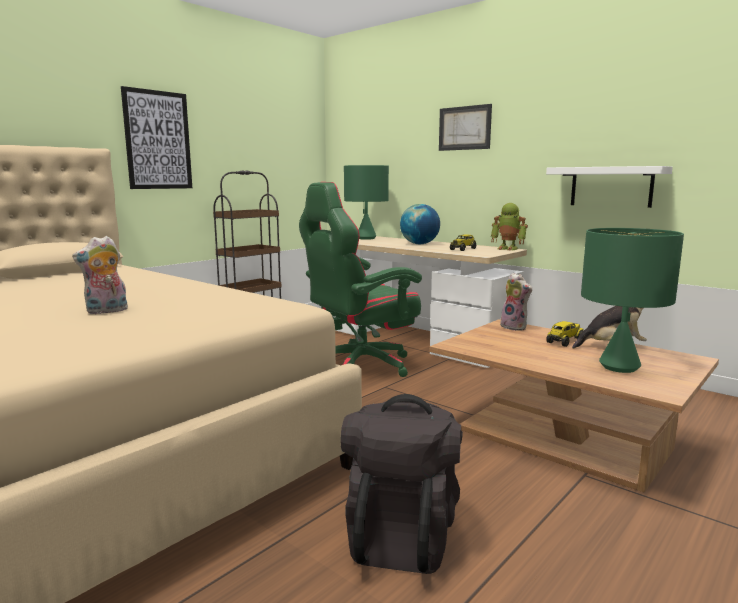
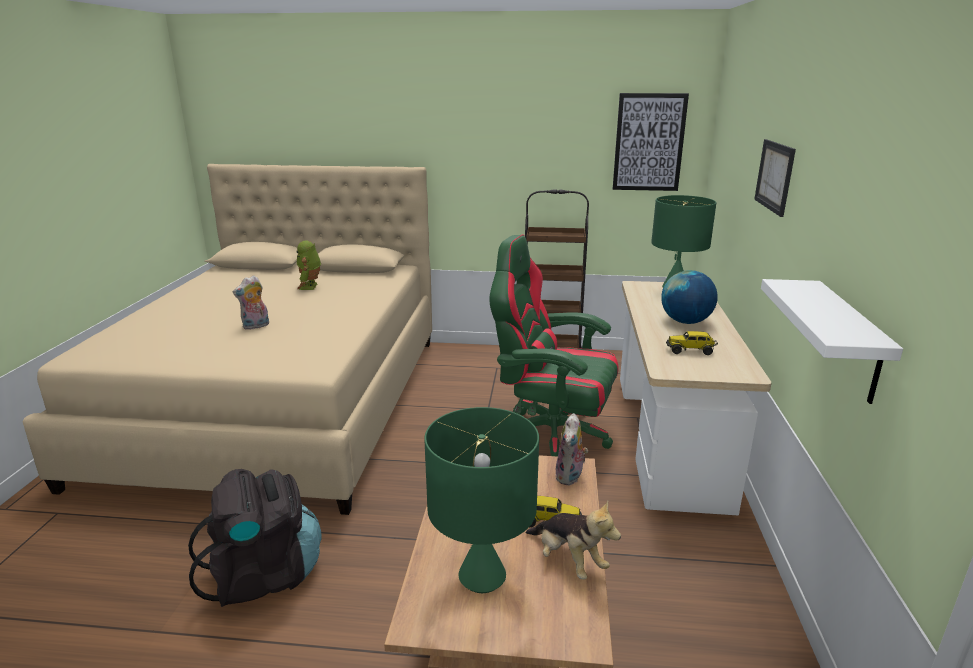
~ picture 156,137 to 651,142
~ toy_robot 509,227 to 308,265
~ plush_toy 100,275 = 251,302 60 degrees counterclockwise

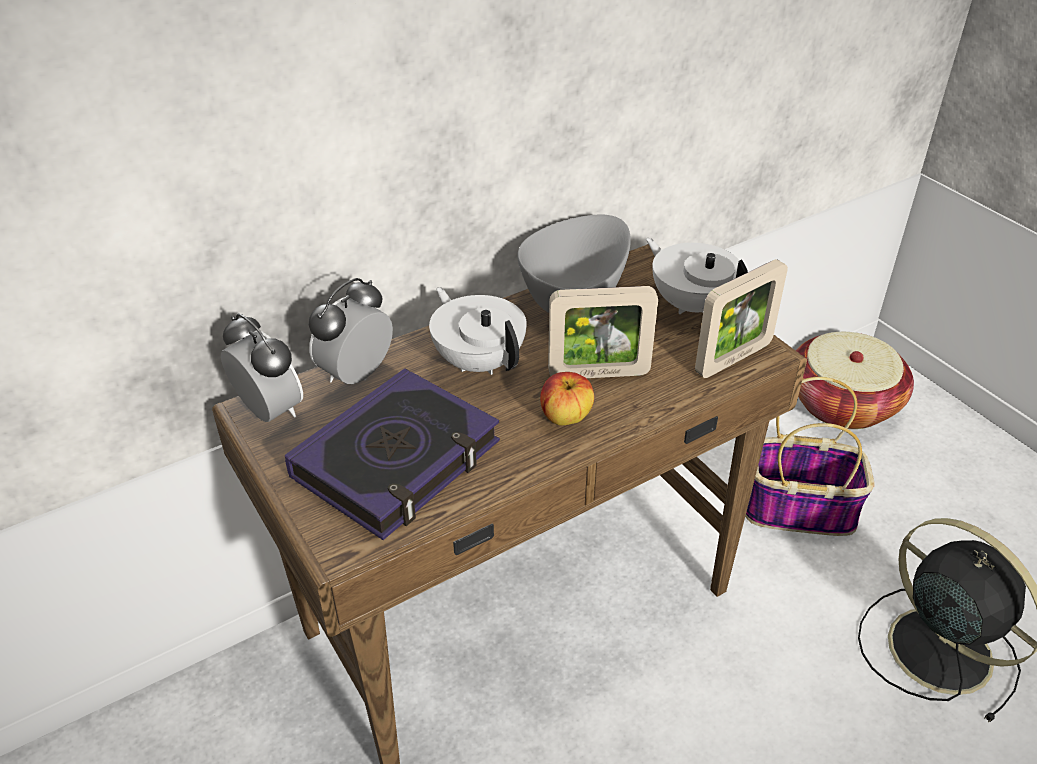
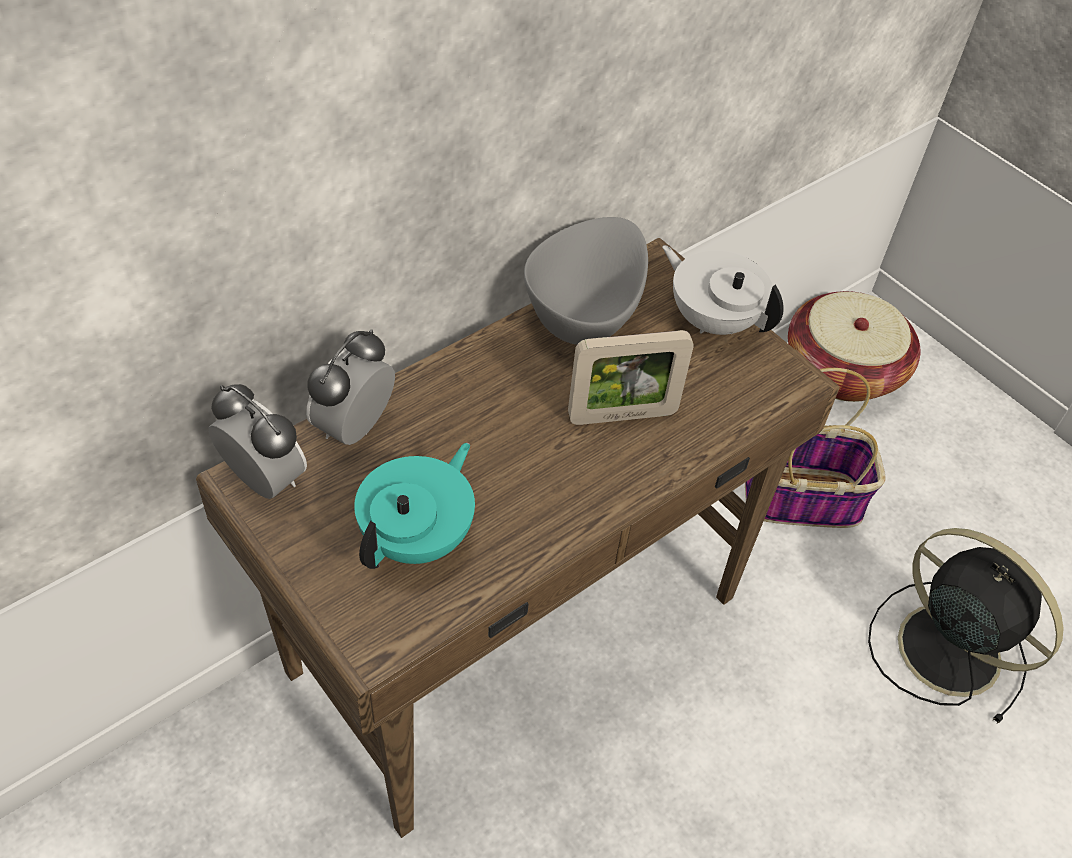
- white_teapot 478,331
- apple 567,398
- picture_frame 741,318
~ book 392,454 to turquoise_teapot 414,506

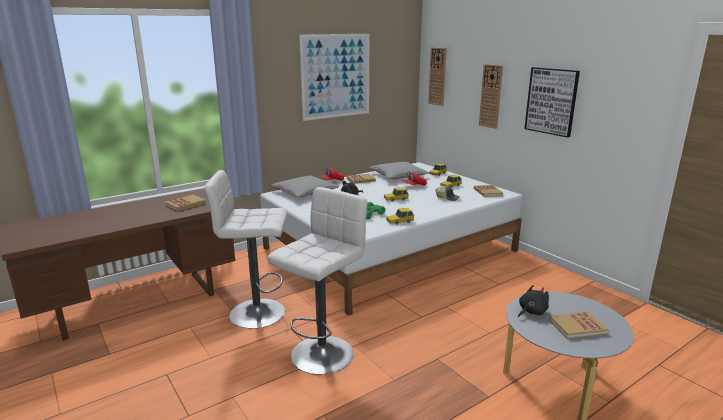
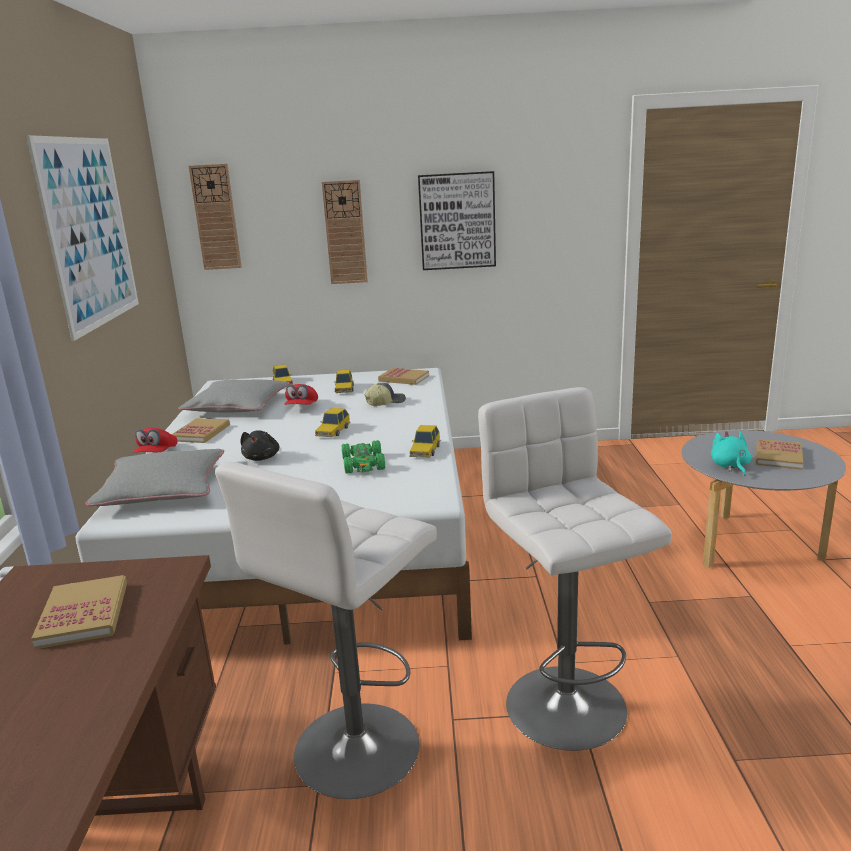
~ black_plush_toy 533,301 to turquoise_plush_toy 731,453

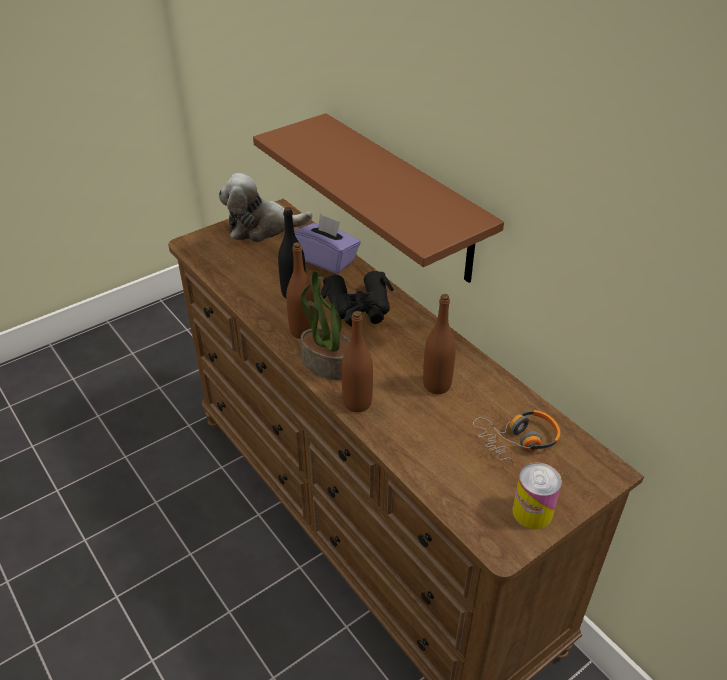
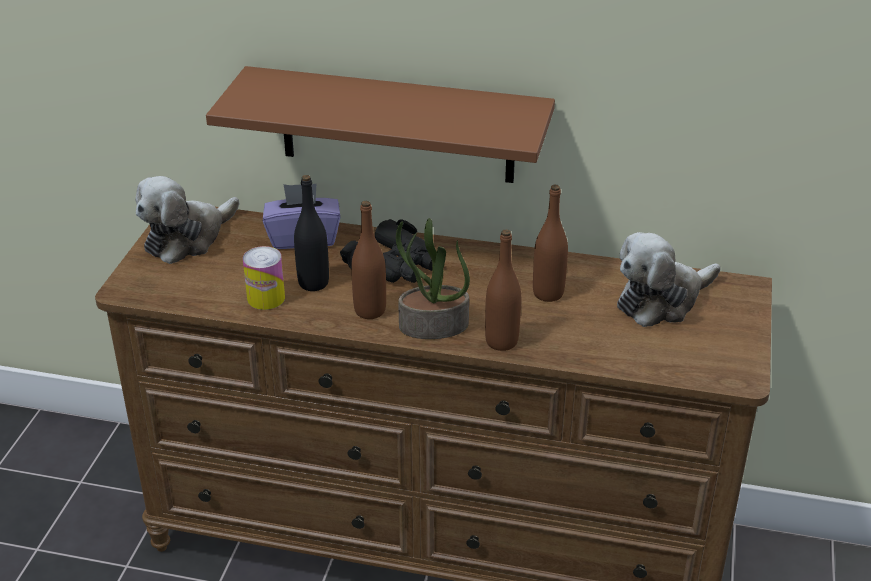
~ can 537,496 to 264,278
~ headphones 516,438 to plush_toy 668,279

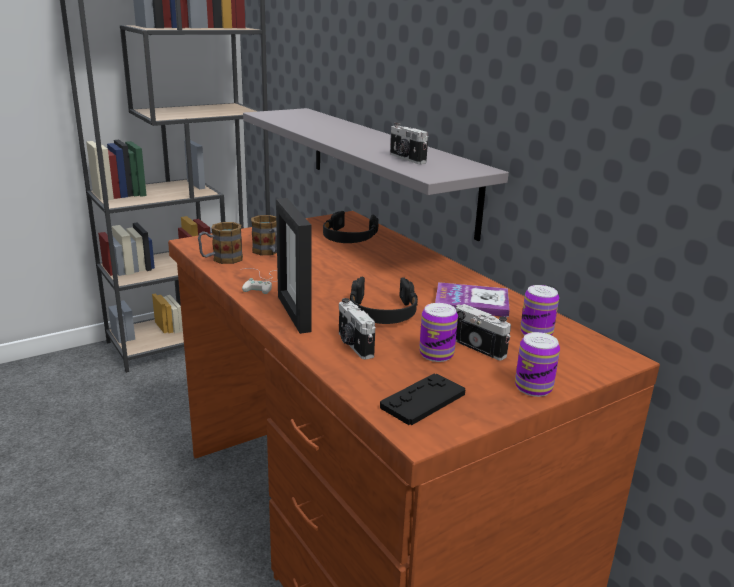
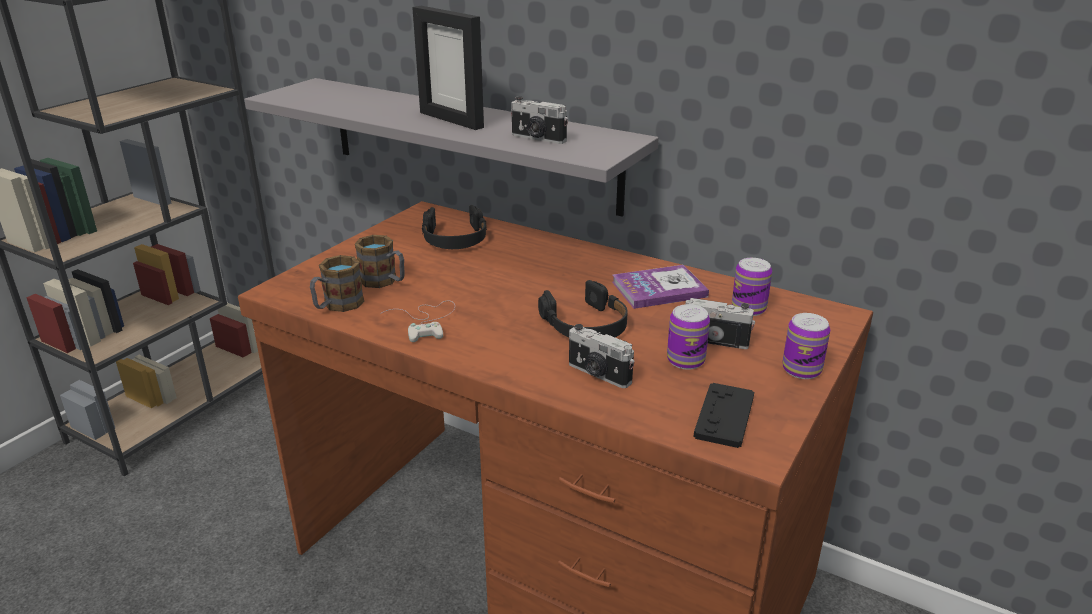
~ picture_frame 294,266 to 448,68

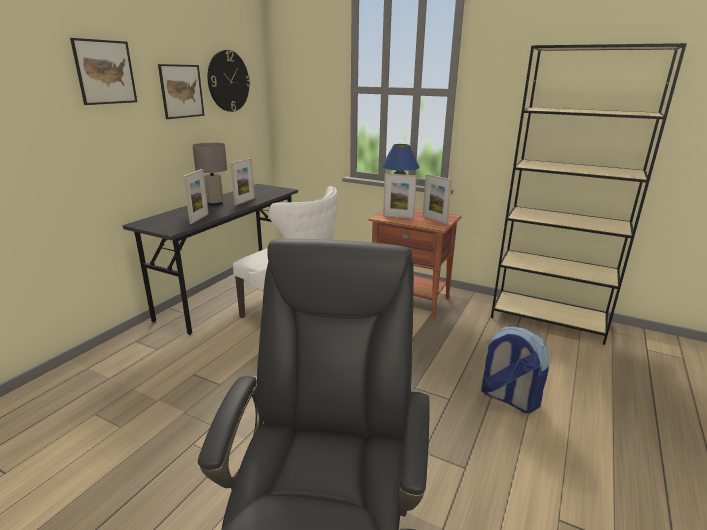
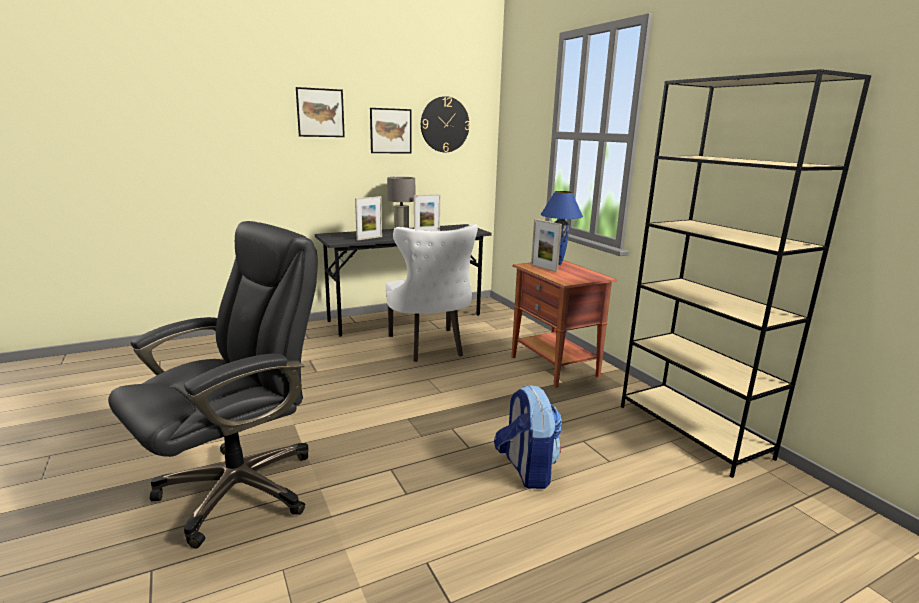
- picture_frame 437,199

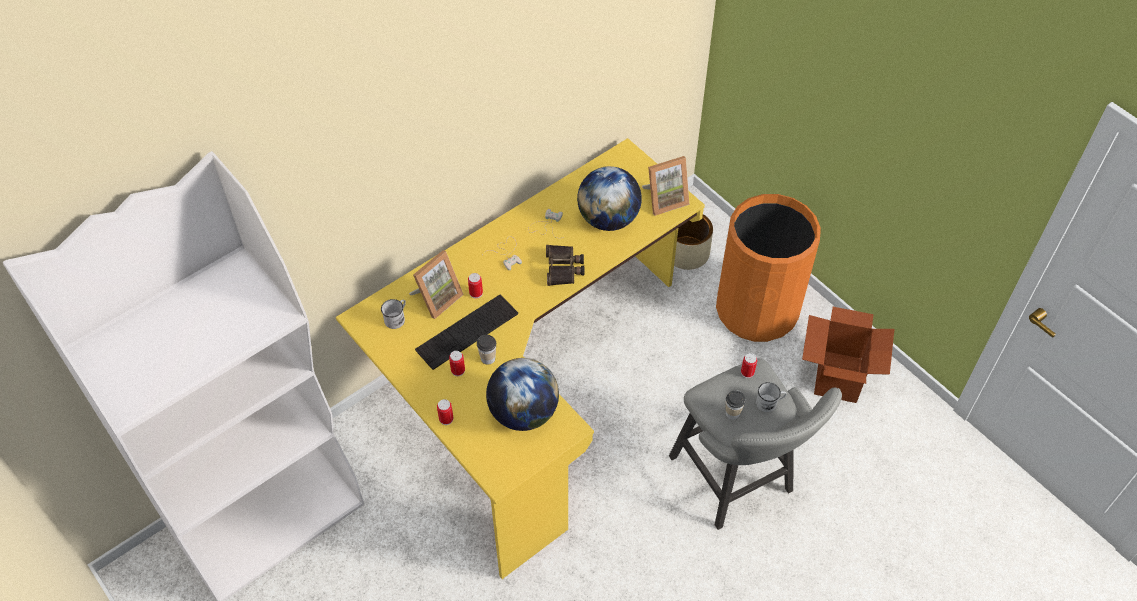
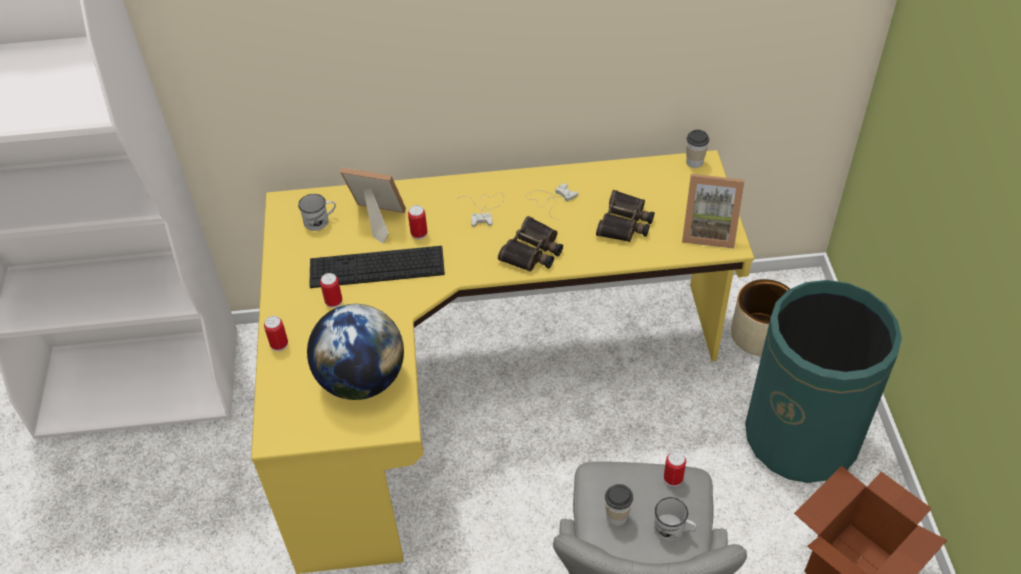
~ cup 486,350 to 697,149
~ globe 609,198 to binoculars 625,216
~ orange_trash_can 768,268 to green_trash_can 823,381
~ picture_frame 436,284 = 373,205 150 degrees counterclockwise

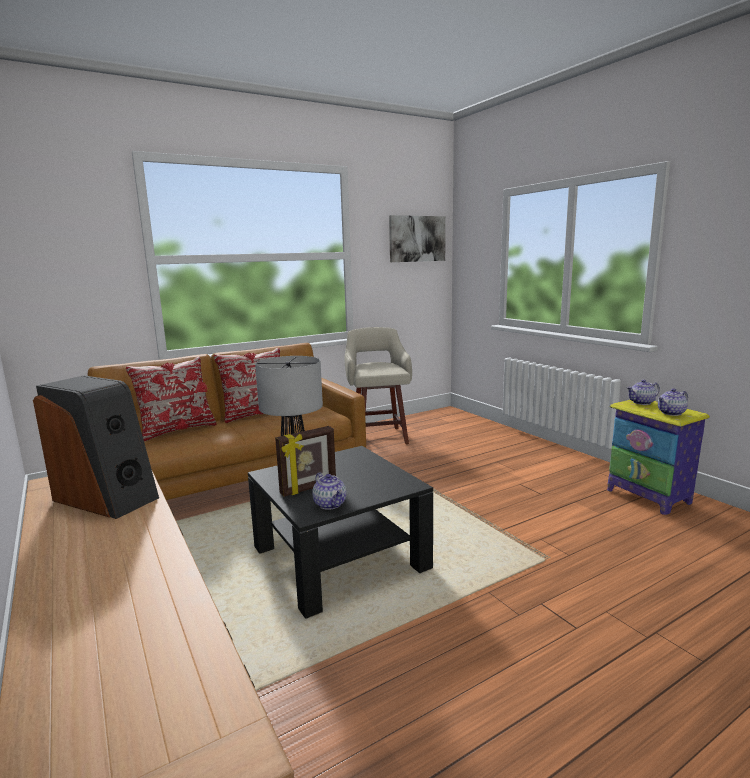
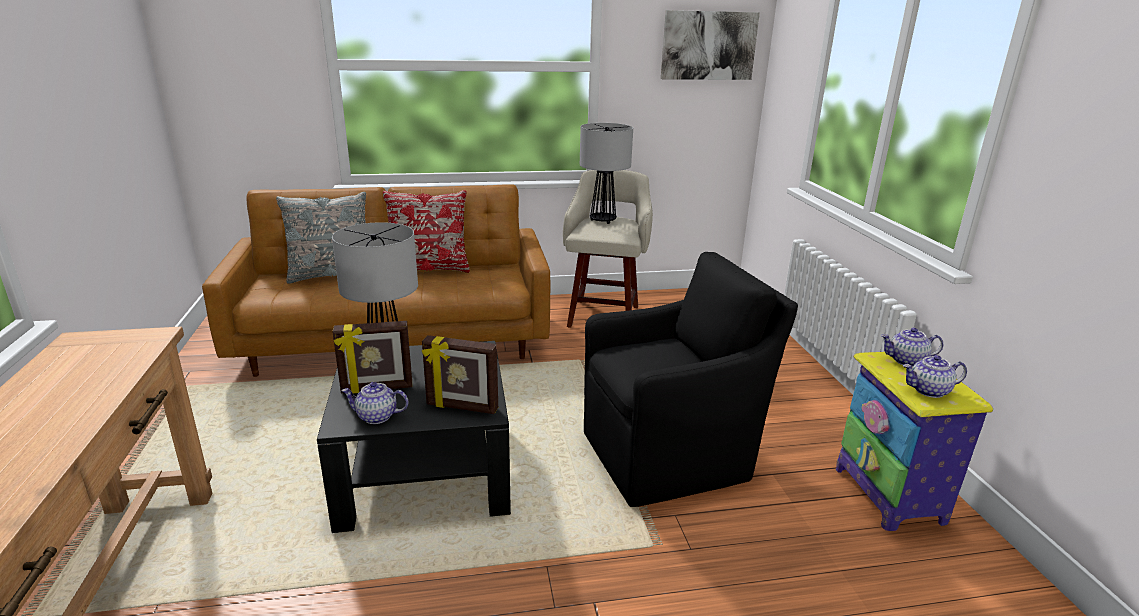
- speaker 96,447
+ picture_frame 460,374
+ table_lamp 606,173
+ black_armchair 691,379
~ red_pillow 171,399 to grey_pillow 321,238
~ teapot 329,491 = 374,403 105 degrees clockwise

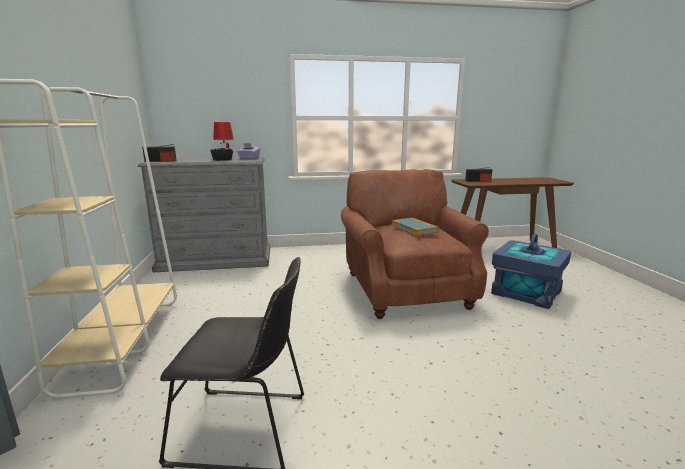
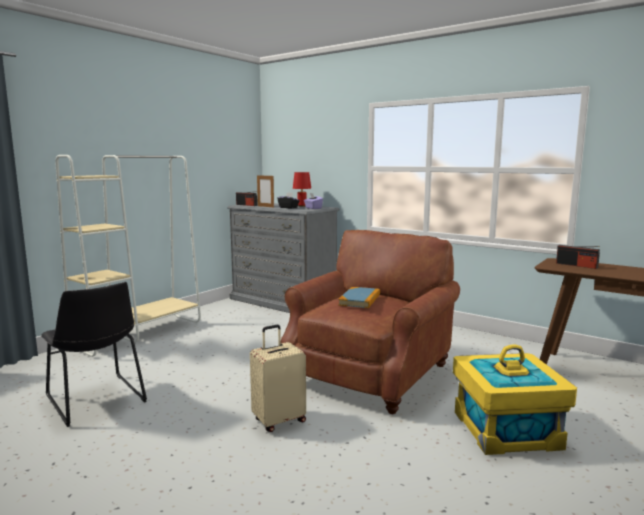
+ beige_suitcase 278,378
+ picture_frame 265,190
~ blue_storage_box 531,271 to yellow_storage_box 515,399

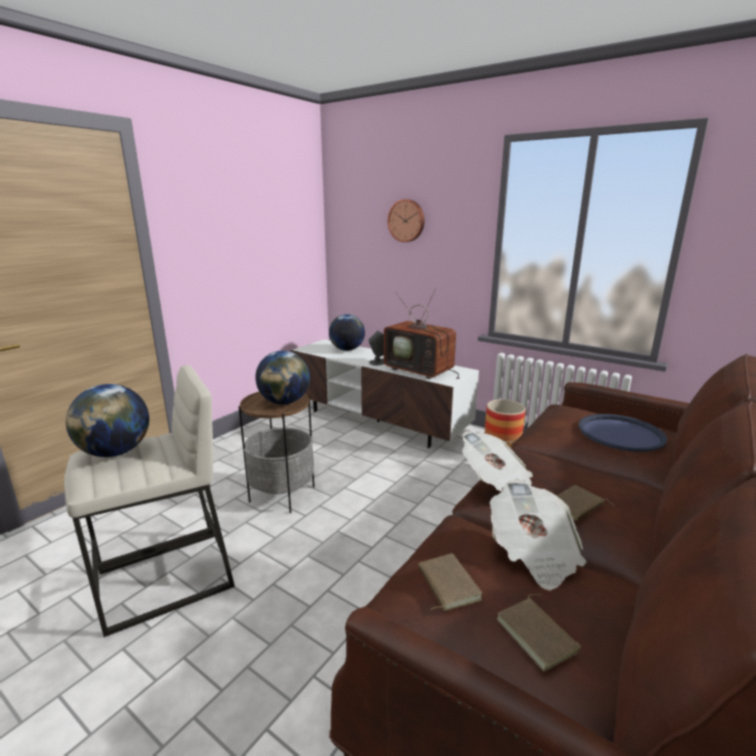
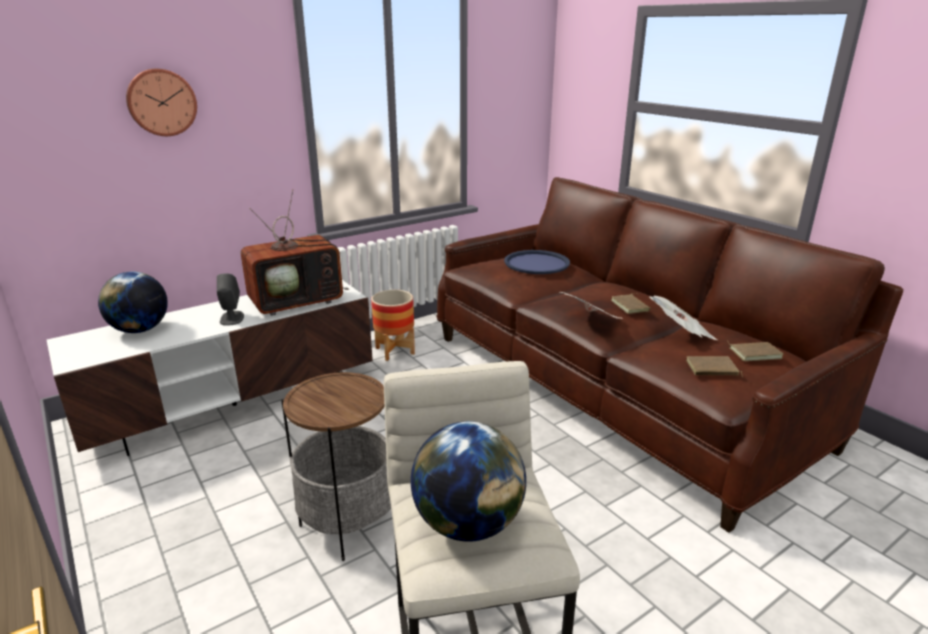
- globe 282,378

